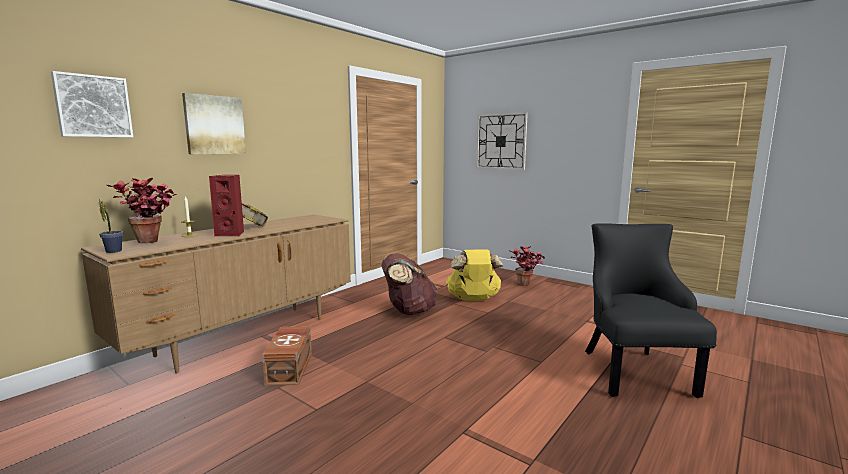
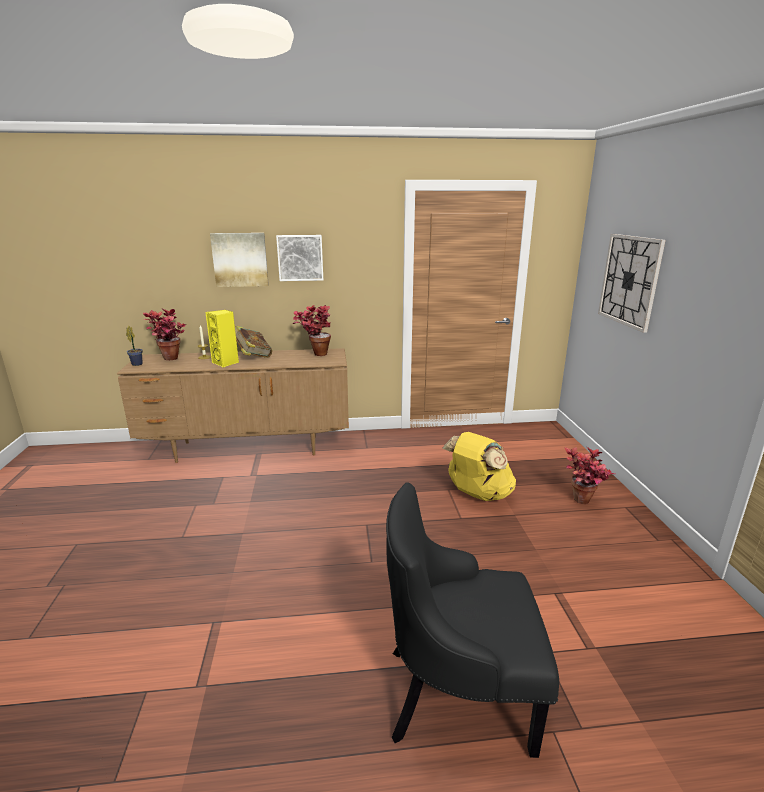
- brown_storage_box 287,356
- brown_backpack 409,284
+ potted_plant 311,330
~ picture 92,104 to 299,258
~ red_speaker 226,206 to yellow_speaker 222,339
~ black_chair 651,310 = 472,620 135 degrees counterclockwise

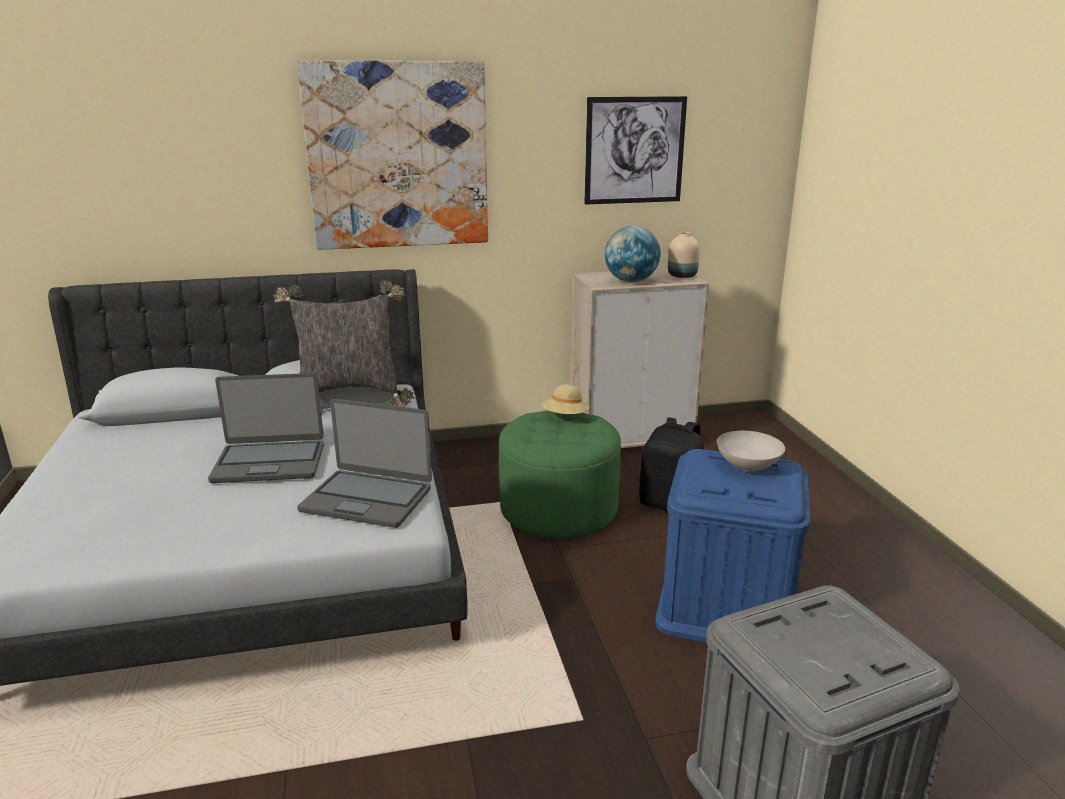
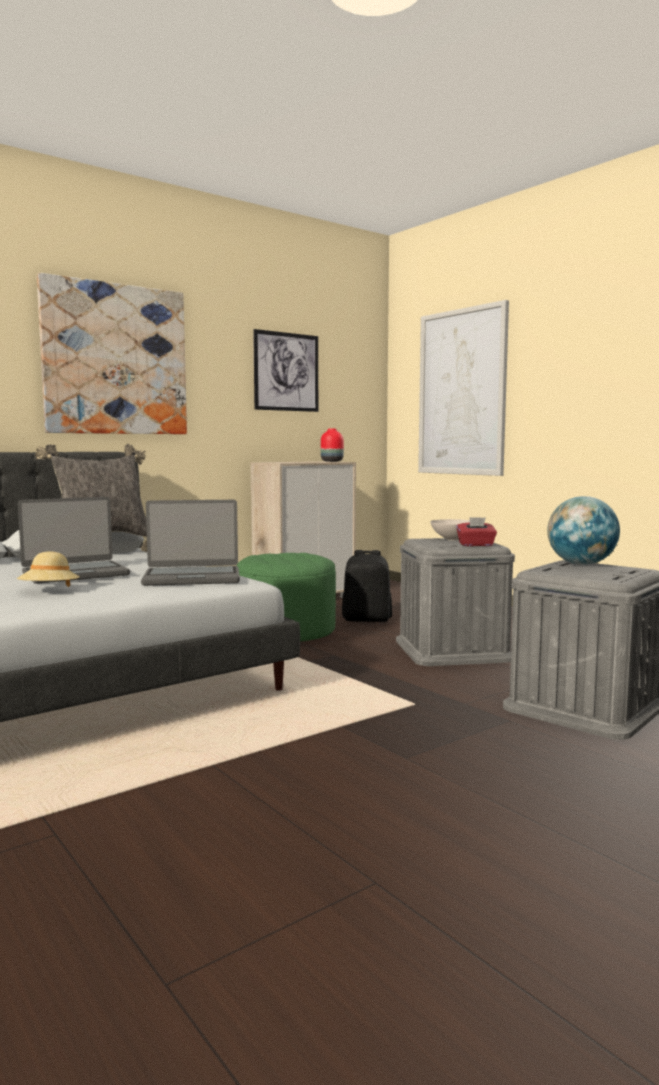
+ picture 463,388
+ red_tissue_box 476,531
~ beige_hat 565,399 to 48,569
~ globe 632,254 to 583,530
~ blue_storage_box 733,545 to grey_storage_box 455,602
~ beige_vase 684,255 to red_vase 332,445

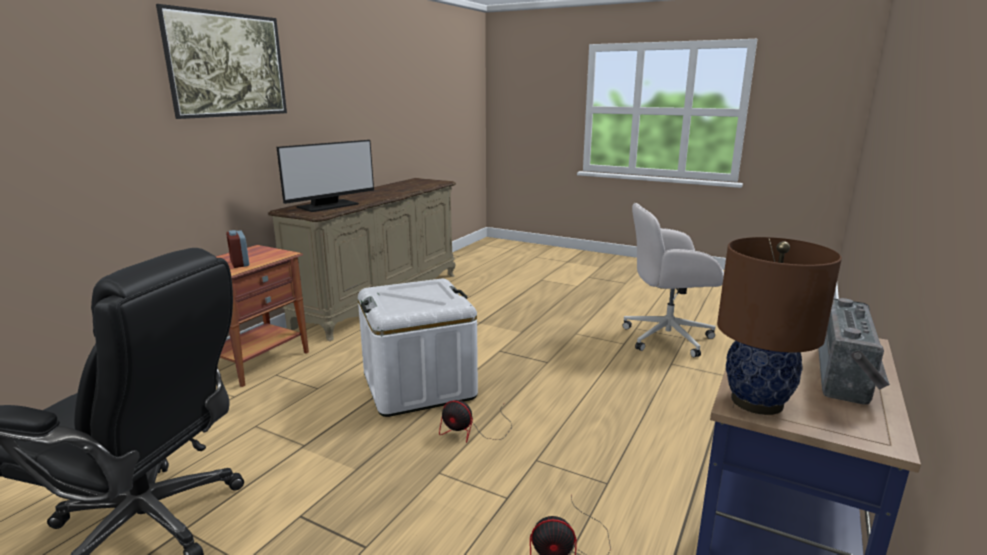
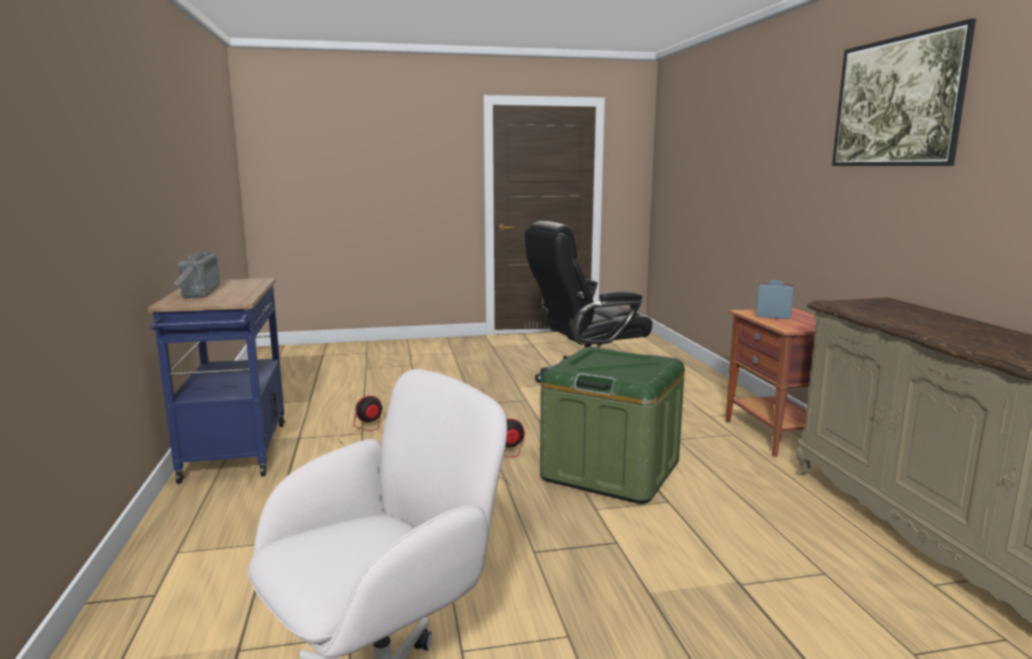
- monitor 325,176
- brown_table_lamp 779,326
~ white_storage_box 418,347 to green_storage_box 612,425

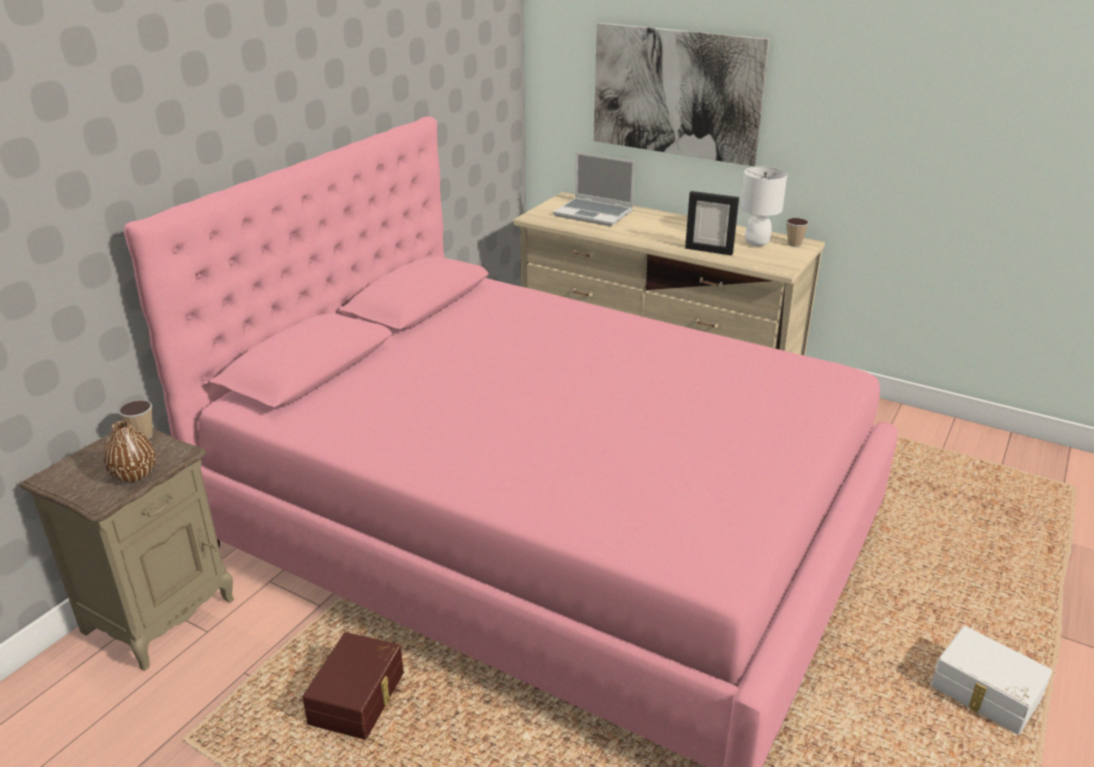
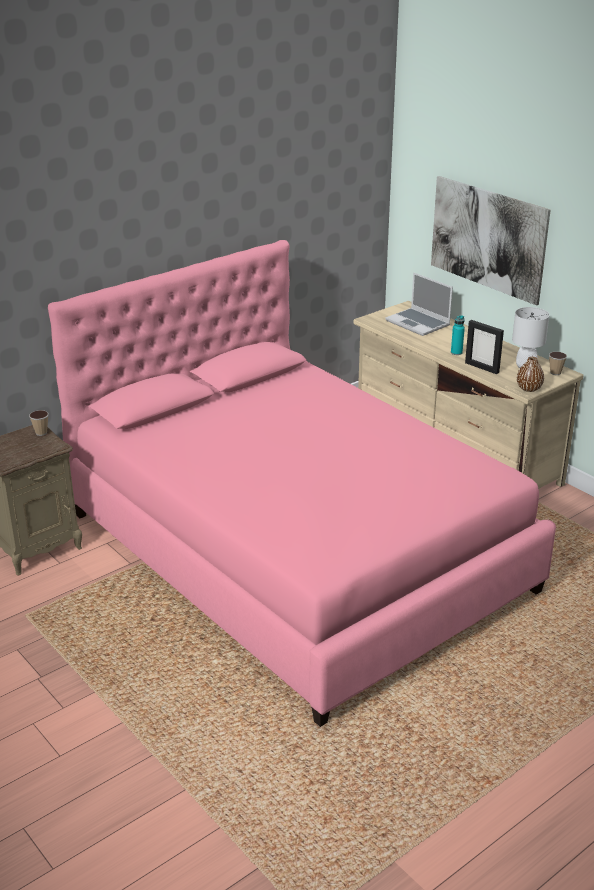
- brown_storage_box 353,686
- white_storage_box 991,680
+ turquoise_bottle 458,335
~ brown_vase 129,451 to 530,374

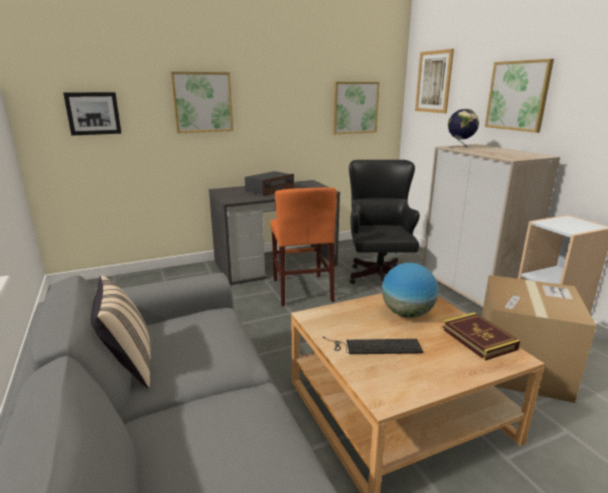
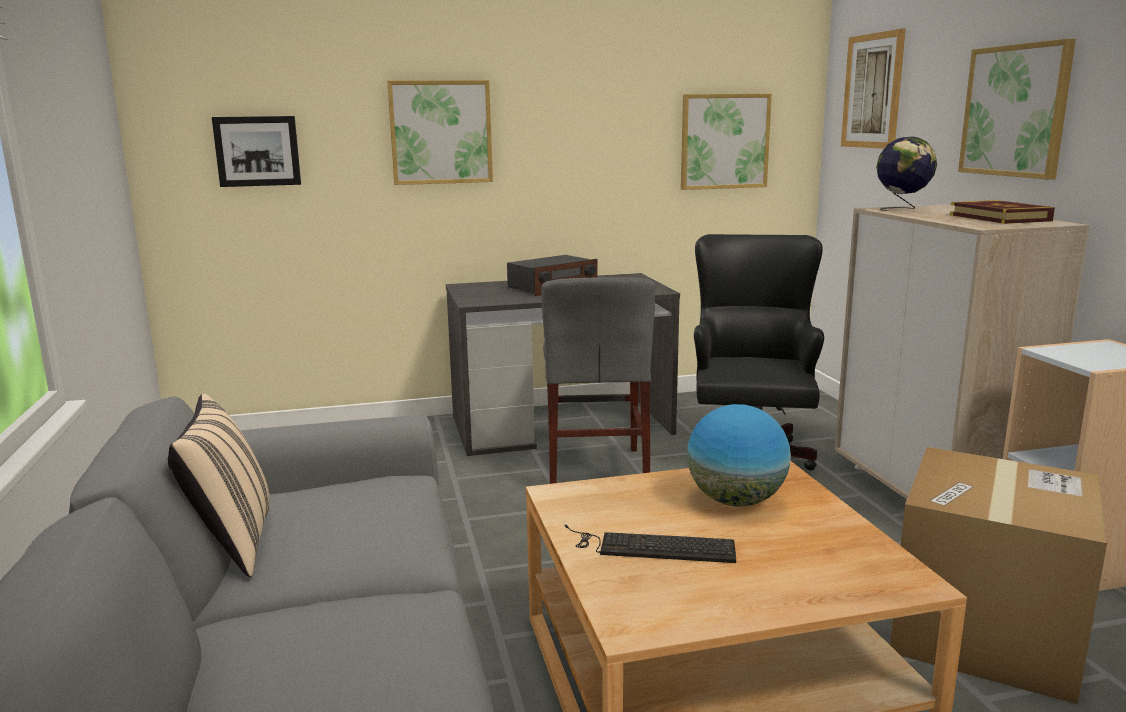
~ book 481,336 to 1002,212
~ orange_chair 303,246 to grey_chair 598,380

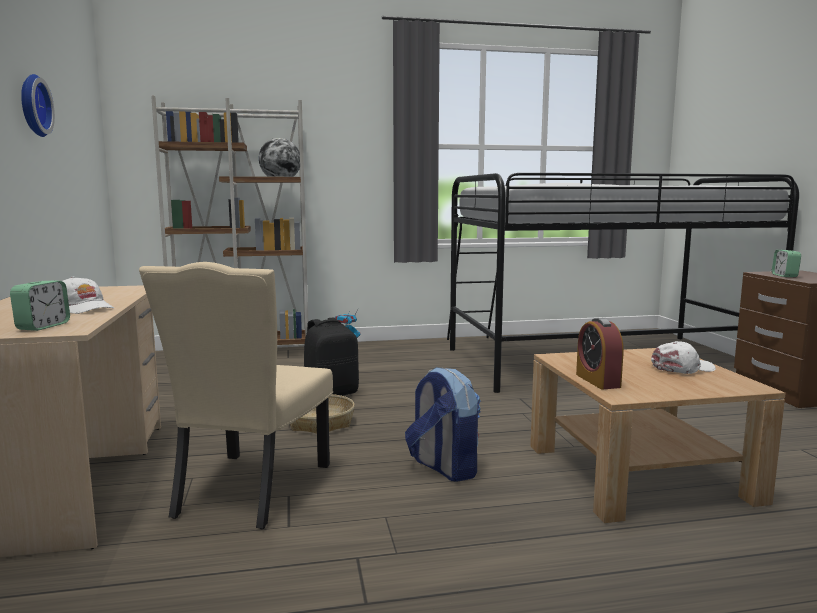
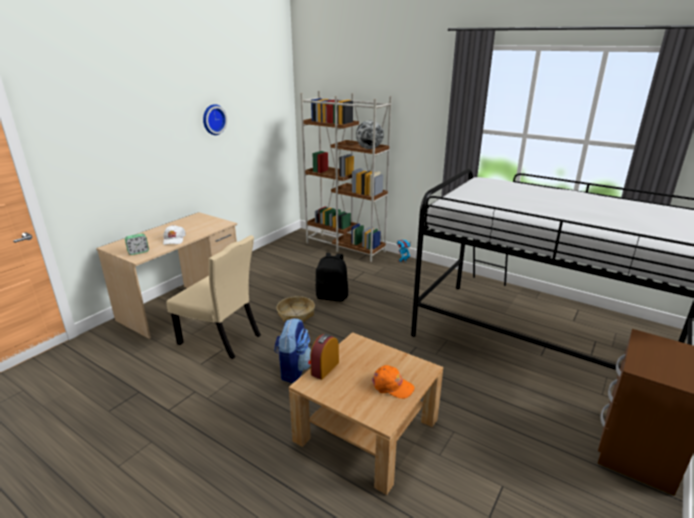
- alarm_clock 786,263
~ white_cap 683,357 to orange_cap 393,382
~ beige_chair 236,395 = 213,297 120 degrees counterclockwise

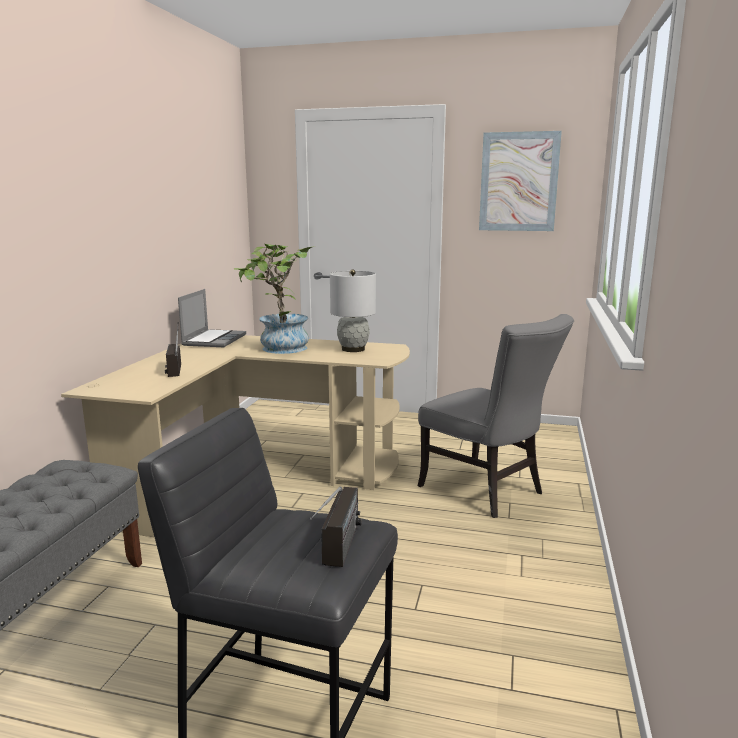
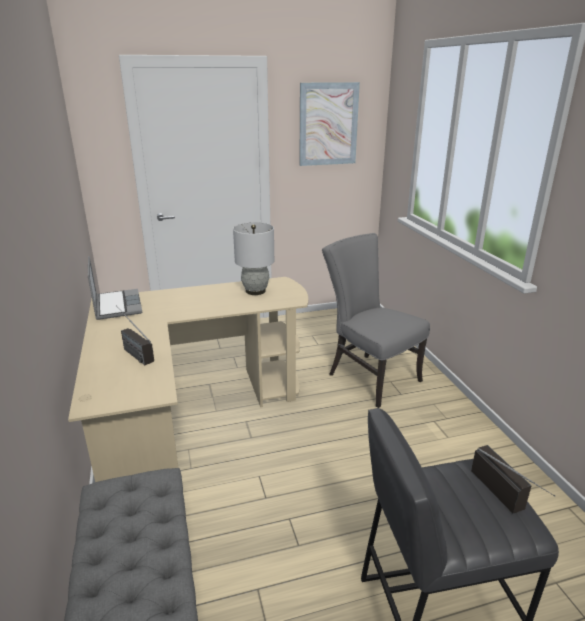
- potted_plant 274,299
~ grey_chair 496,416 = 376,320 150 degrees counterclockwise

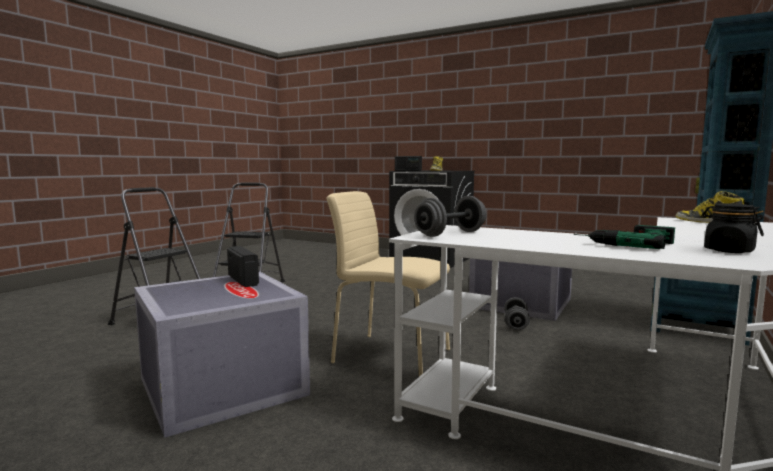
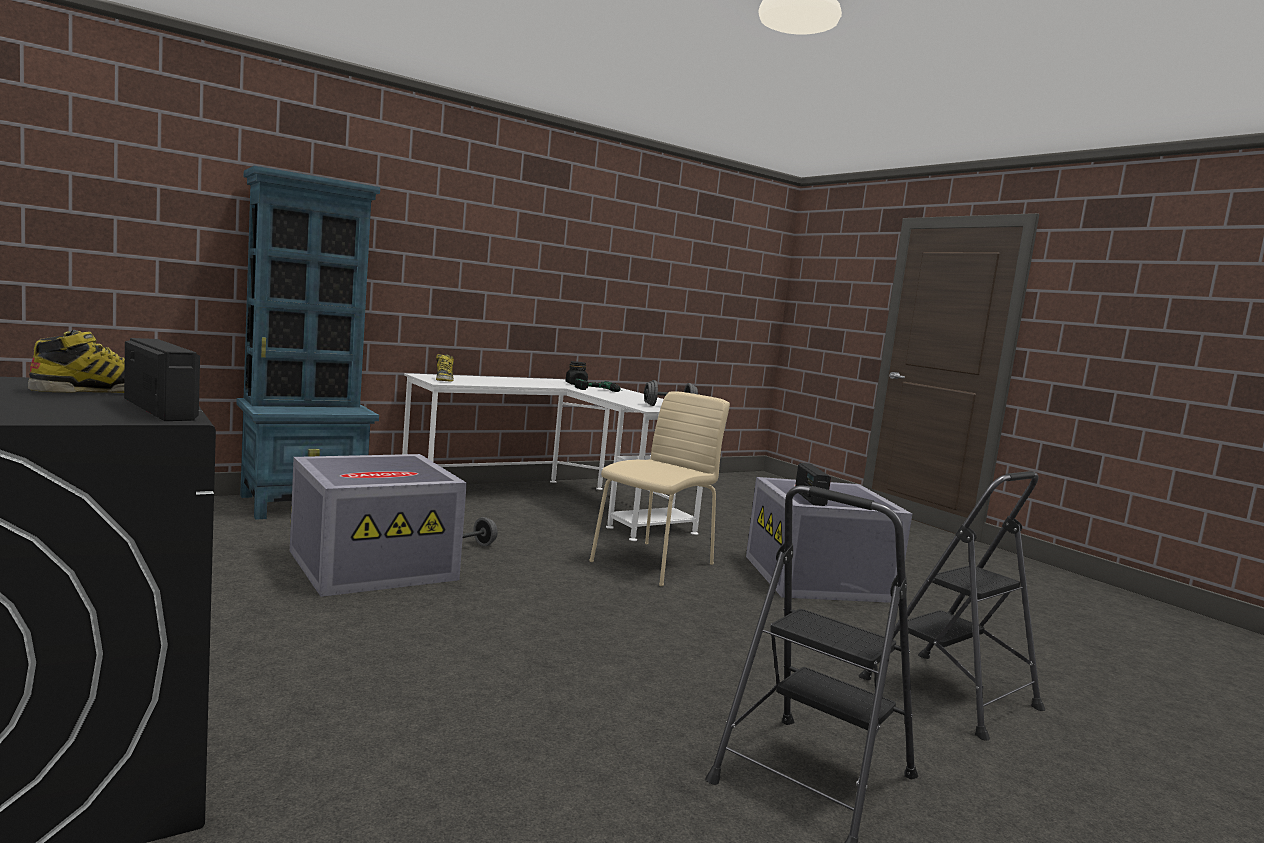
~ beige_chair 388,284 = 659,488 105 degrees counterclockwise

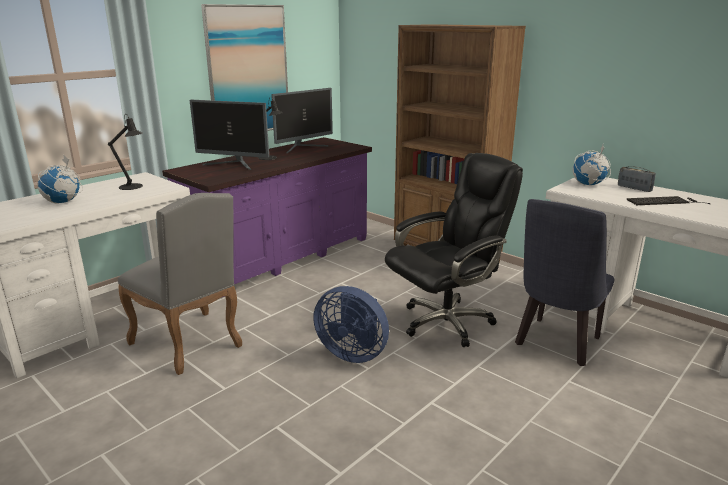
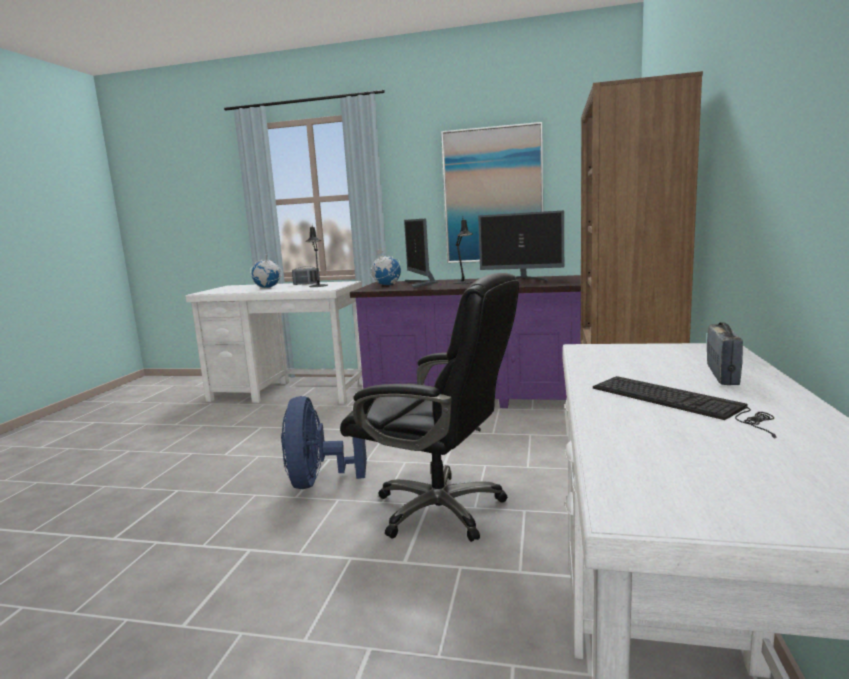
- grey_chair 180,284
- blue_chair 564,282
+ radio 306,275
~ globe 591,165 to 386,266

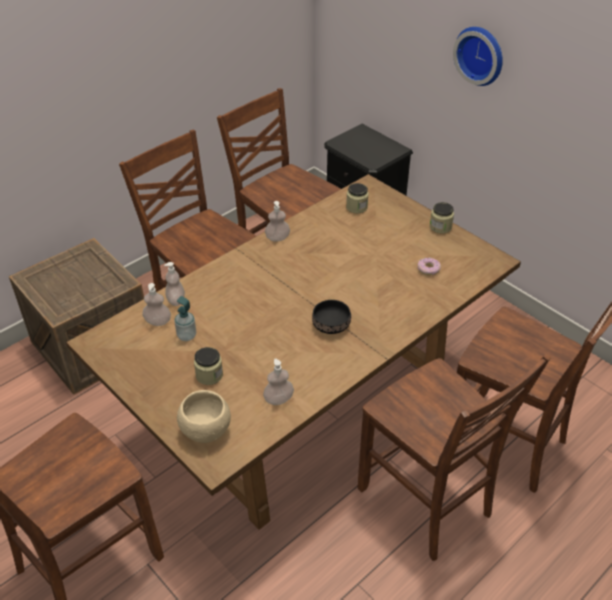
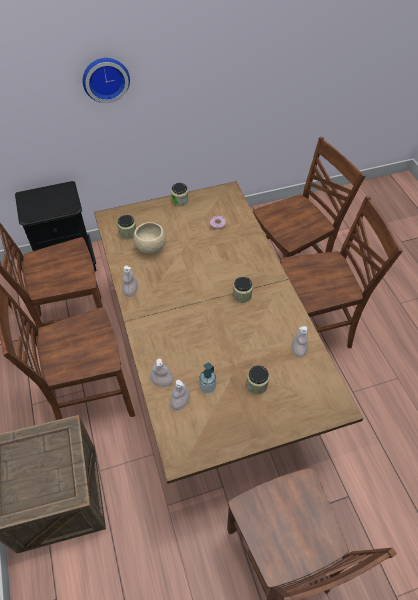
~ beige_bowl 204,416 to 149,238
~ black_bowl 331,317 to jar 243,290

